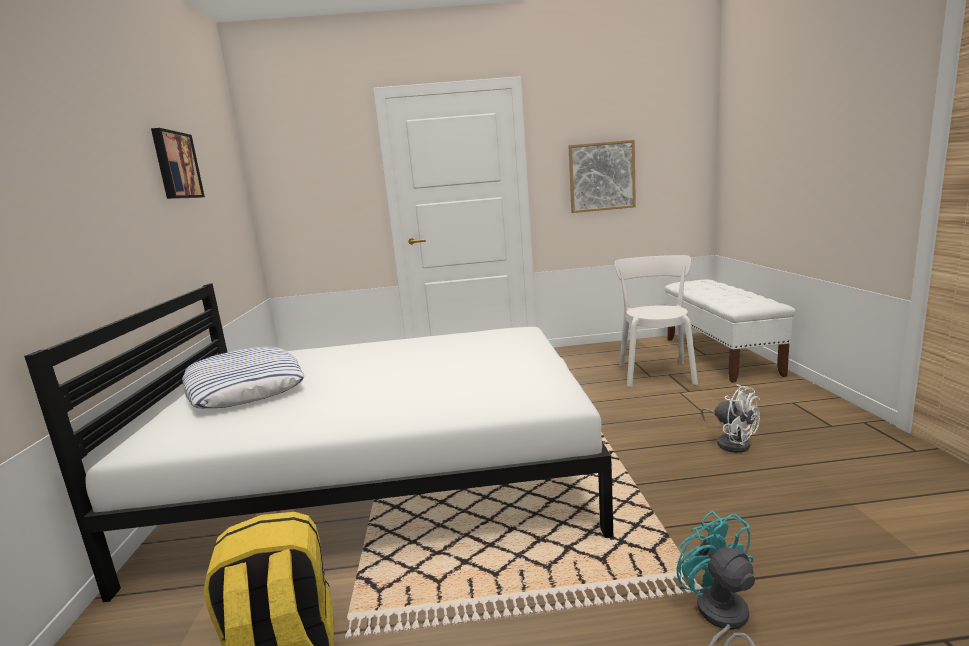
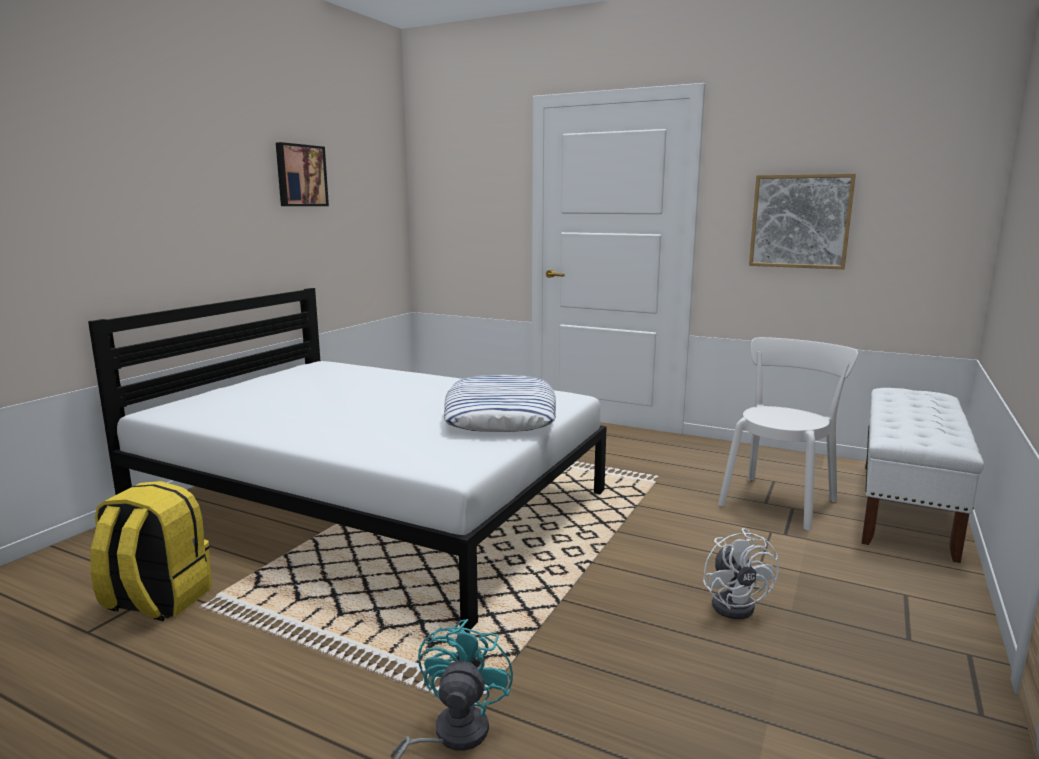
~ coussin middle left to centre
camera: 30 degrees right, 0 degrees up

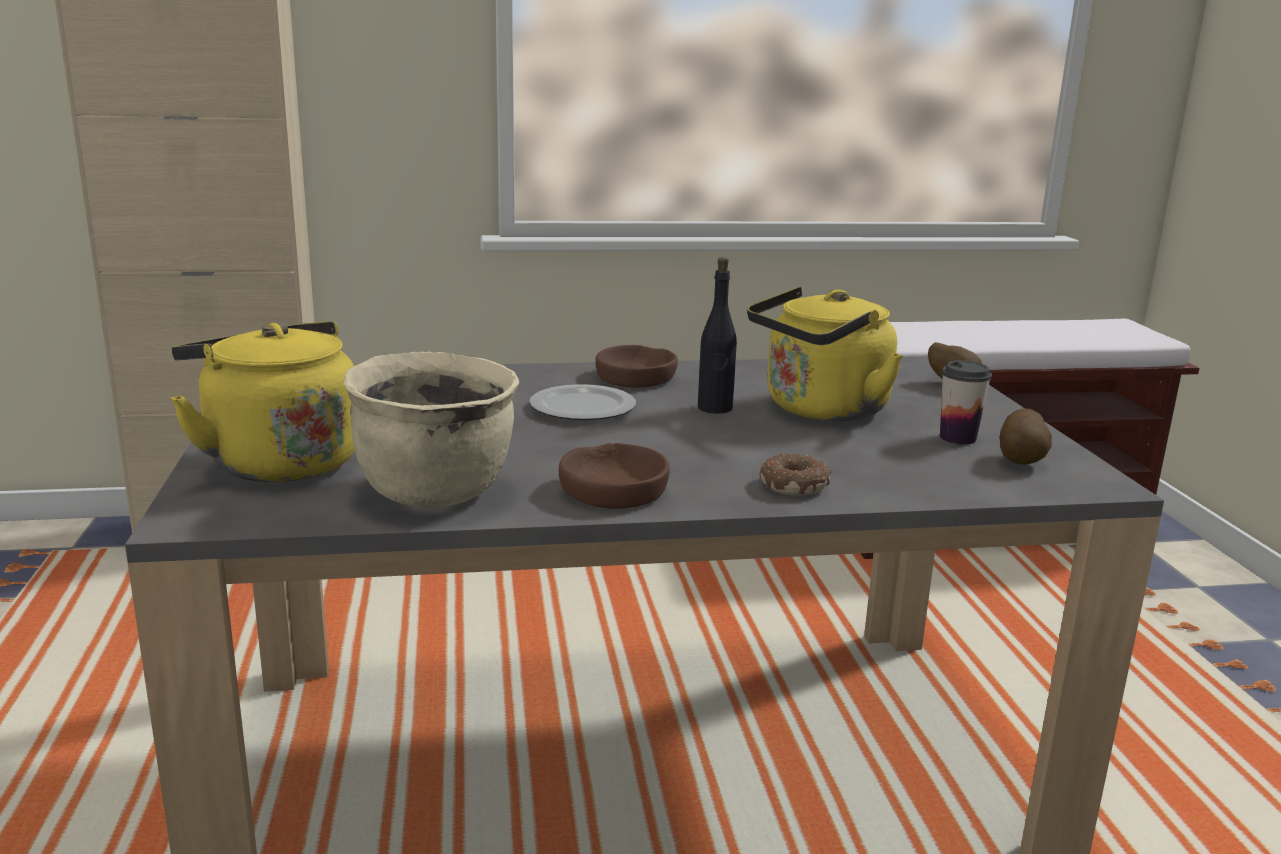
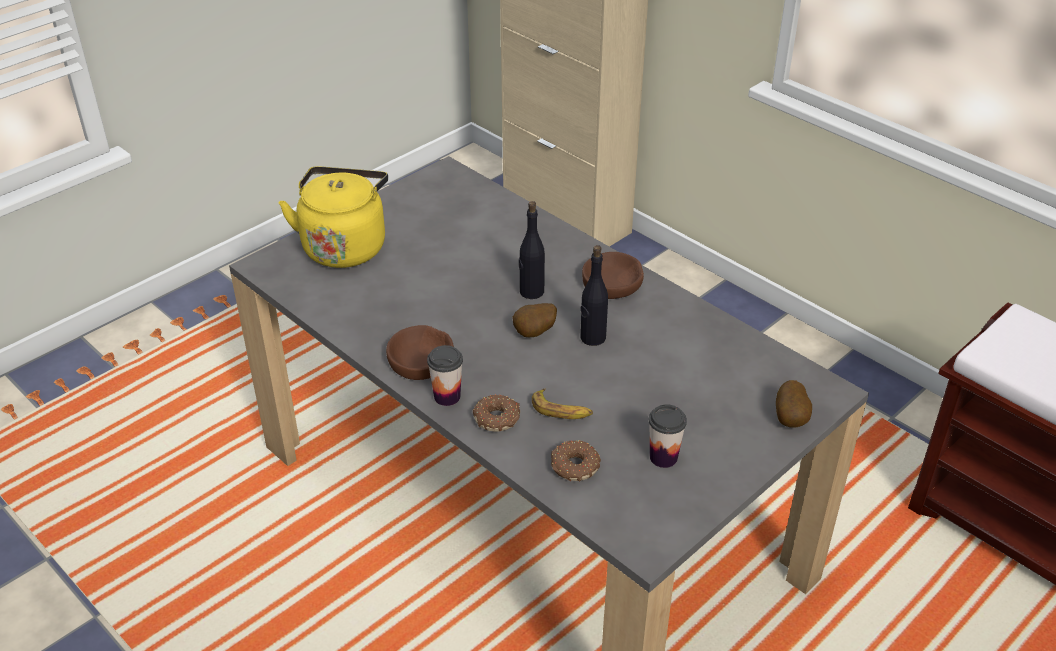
+ tasse (1st from left) centre
~ pomme de terre (2nd from left in the first image) middle right to pomme de terre (1st from left) centre
~ assiette centre to bouteille/noir (1st from left) centre
+ banane centre
+ beignet (2nd from left) bottom centre
- marmite/beige centre
- bouilloire/jaune (2nd from left) centre
camera: 55 degrees right, 20 degrees up

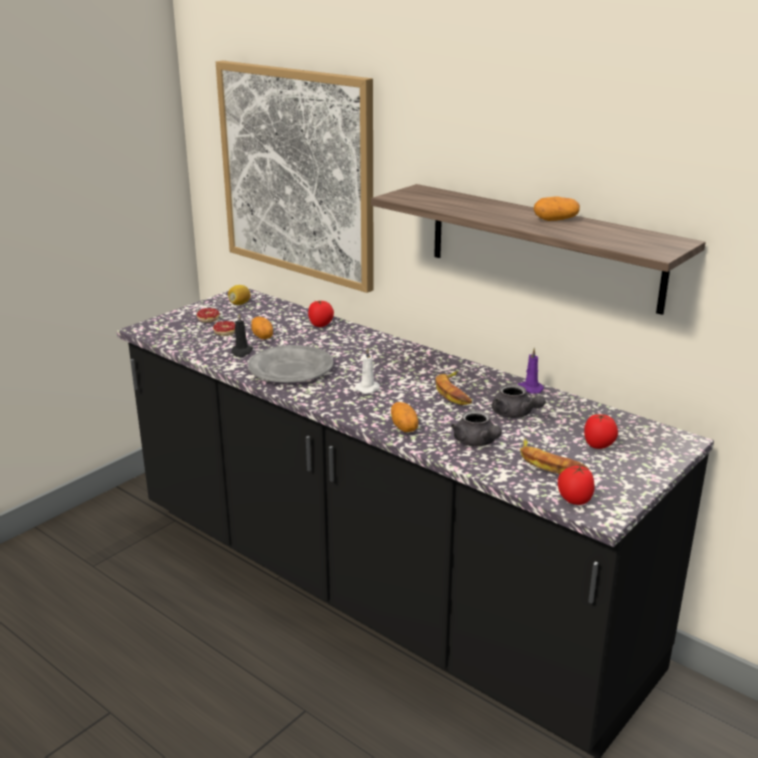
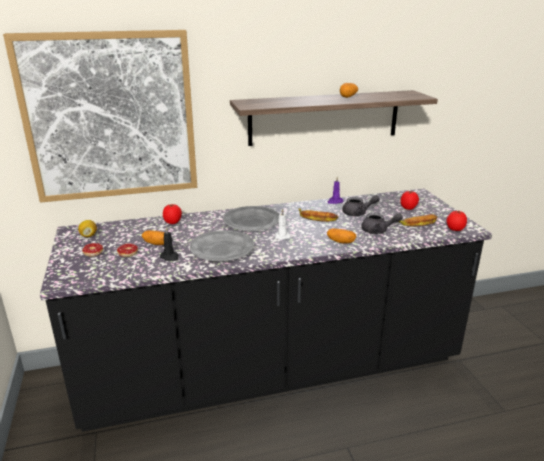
+ assiette/gris (2nd from left) centre
camera: 55 degrees left, 0 degrees up

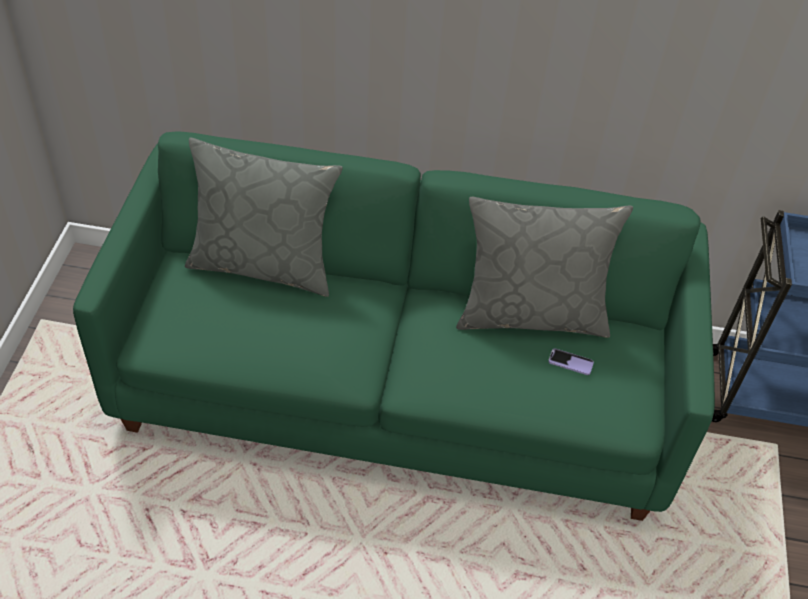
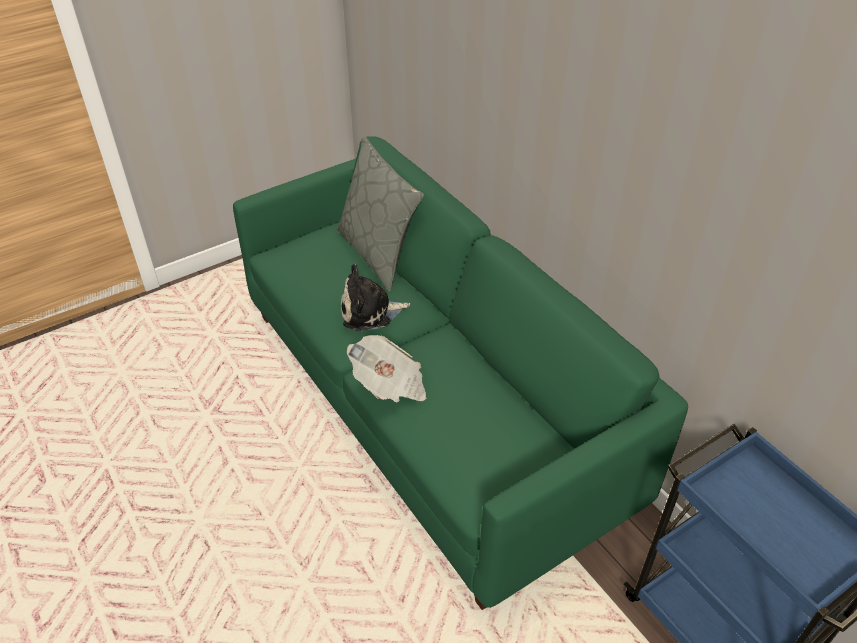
+ peluche centre
+ journal centre
- coussin/gris (2nd from left) middle right
- téléphone middle right
camera: 50 degrees right, 5 degrees down

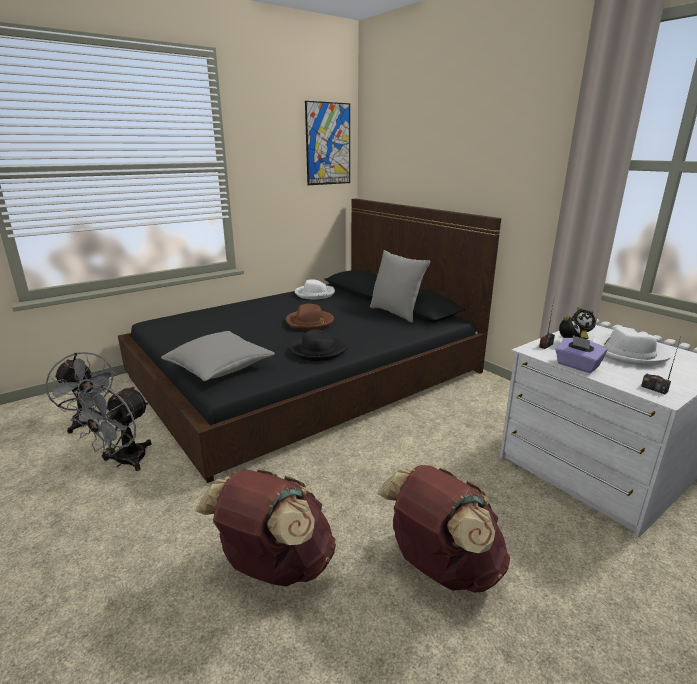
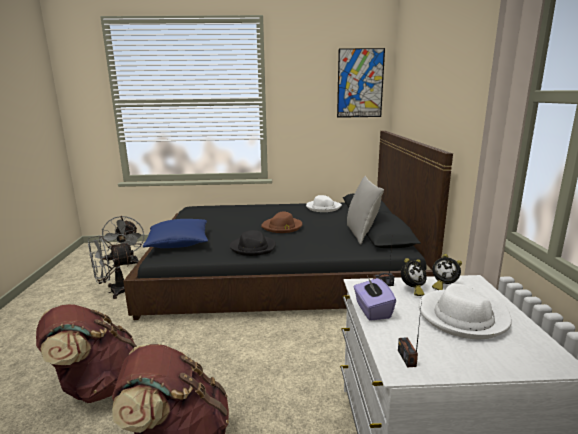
~ coussin/gris (1st from left) middle left to coussin/bleu middle left
camera: 35 degrees right, 5 degrees down

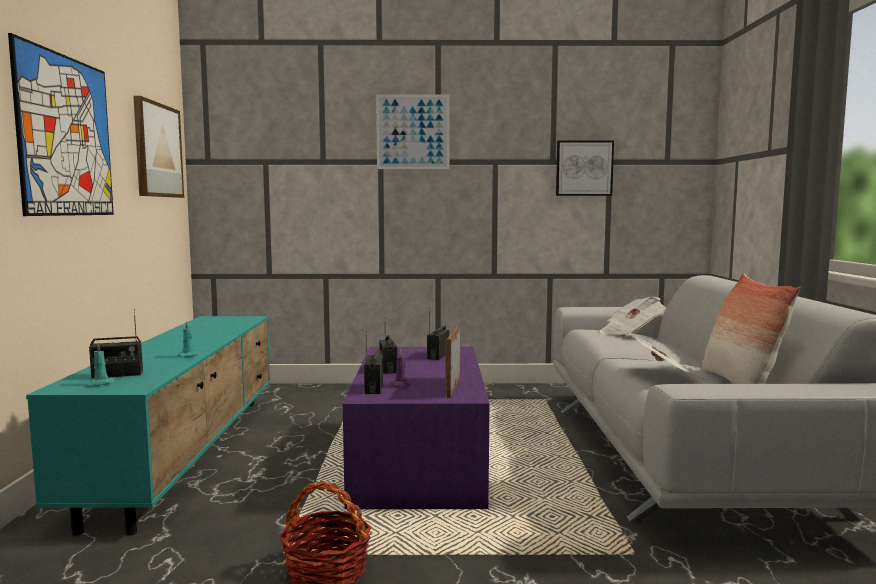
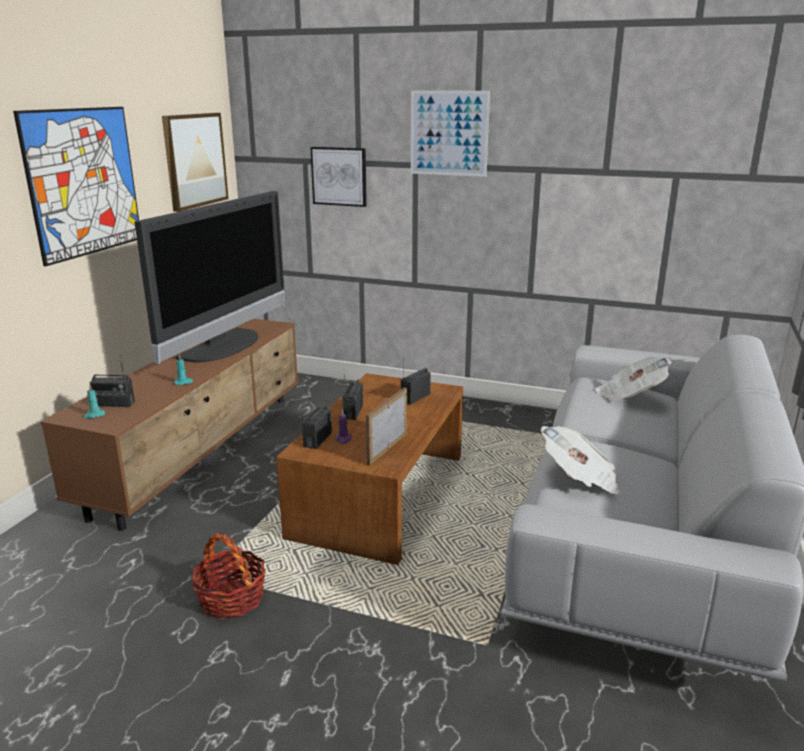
~ meuble télé/turquoise bottom left to meuble télé/marron middle left
+ téléviseur middle left
~ table basse/violet bottom centre to table basse/marron centre
~ tableau (4th from left in the first image) top right to tableau (3rd from left) top centre
- coussin middle right
camera: 20 degrees right, 15 degrees up

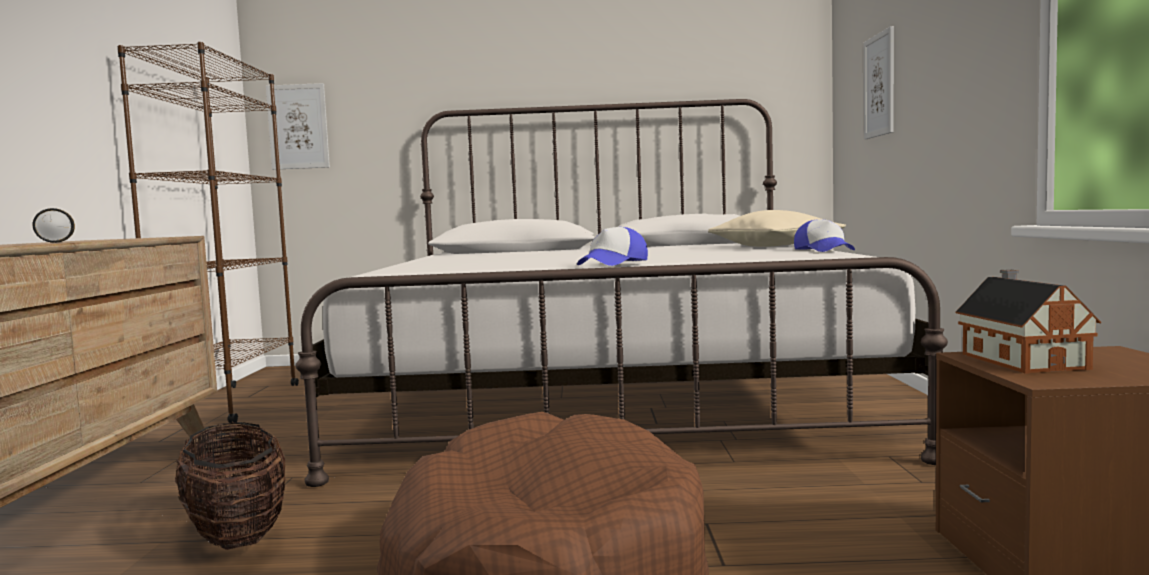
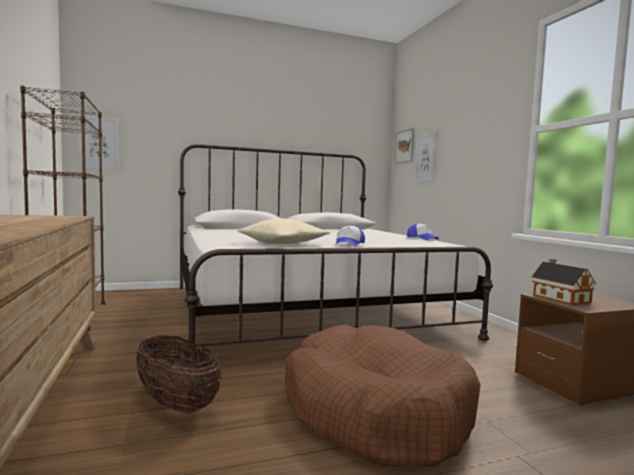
~ coussin/beige middle right to centre
+ tableau (2nd from left) top centre
- lampe de poche middle left
camera: 20 degrees left, 0 degrees up

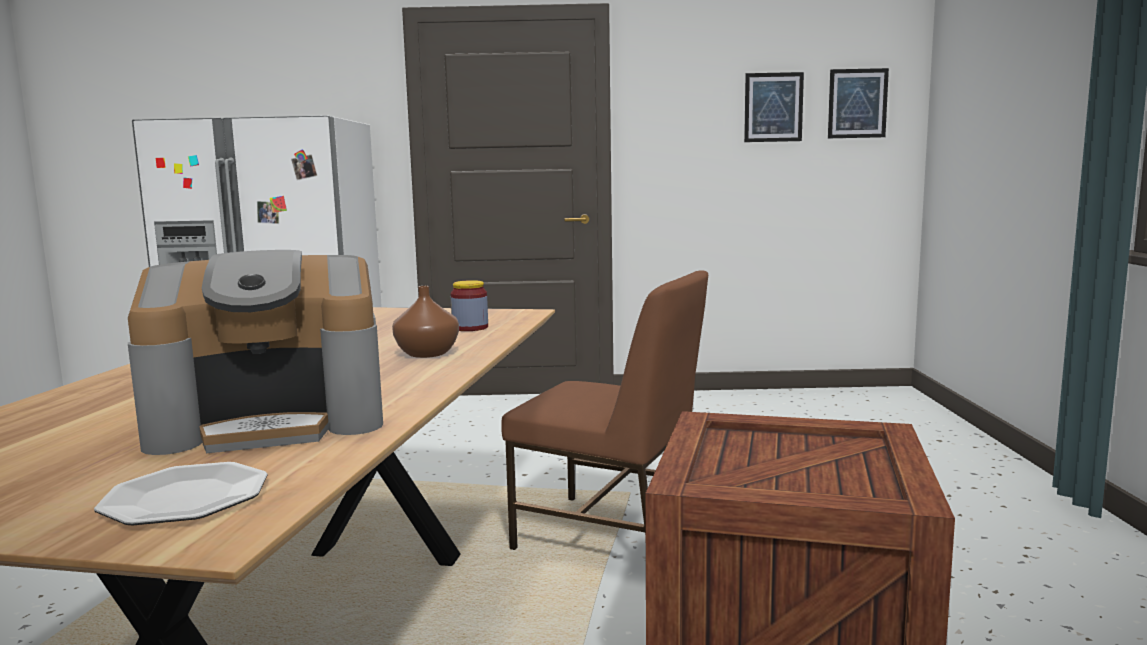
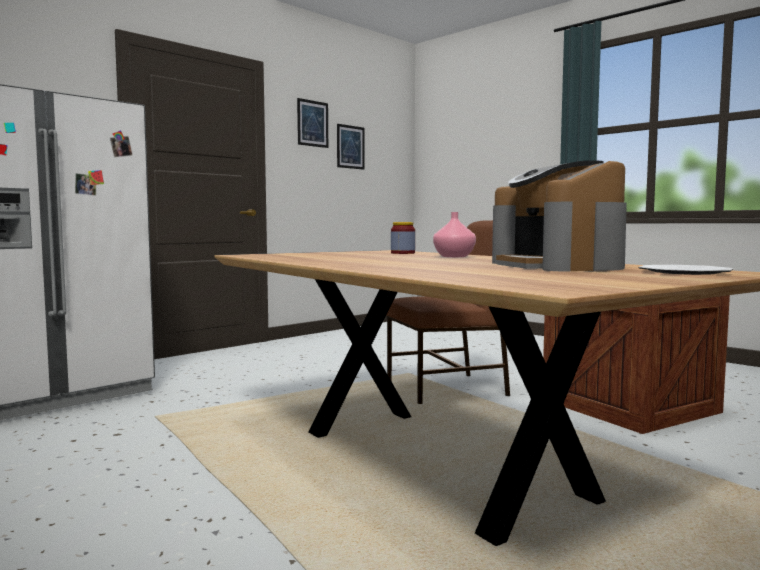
~ tableau (2nd from left in the first image) top right to tableau (1st from left) top centre
~ vase/marron centre to vase/rose centre
~ machine à café middle left = middle right 135 degrees clockwise
camera: 45 degrees left, 5 degrees down

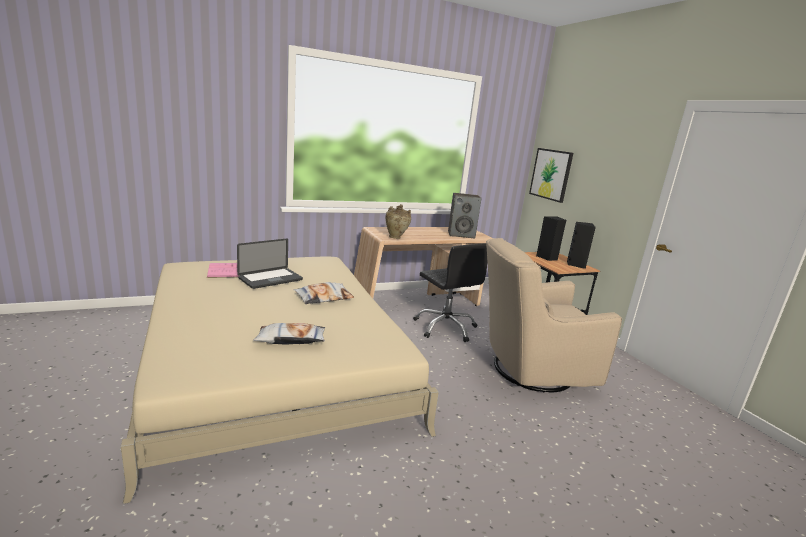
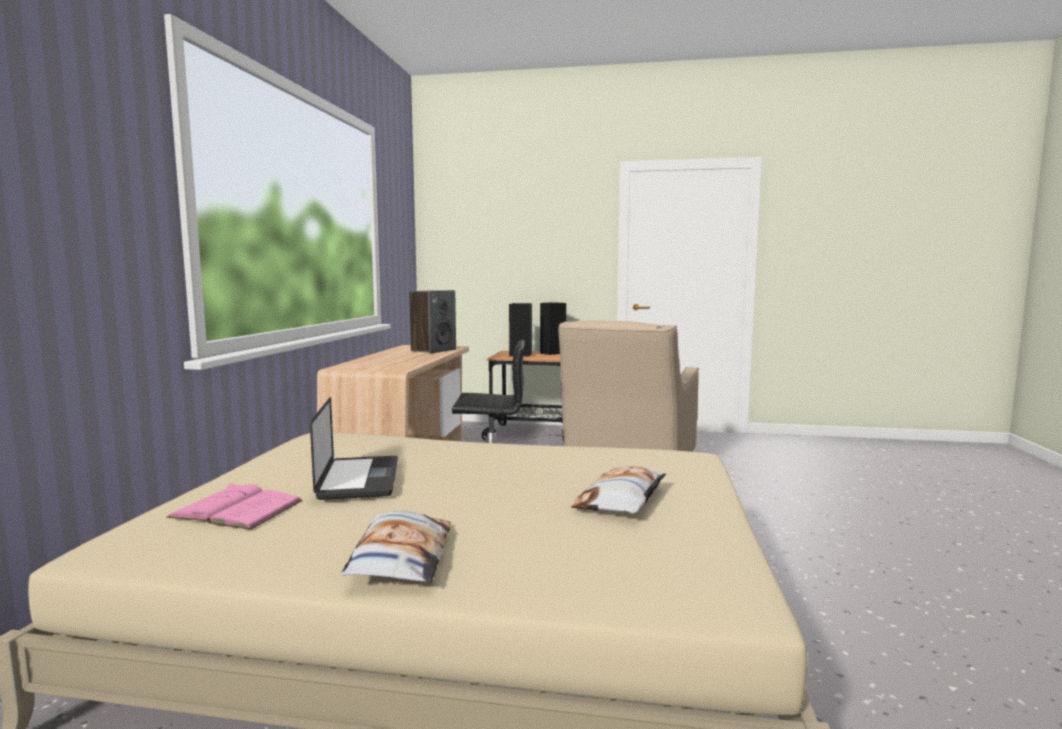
~ coussin (2nd from left in the first image) centre to coussin (1st from left) bottom centre
- vase/beige centre
- tableau top right
camera: 55 degrees left, 10 degrees down

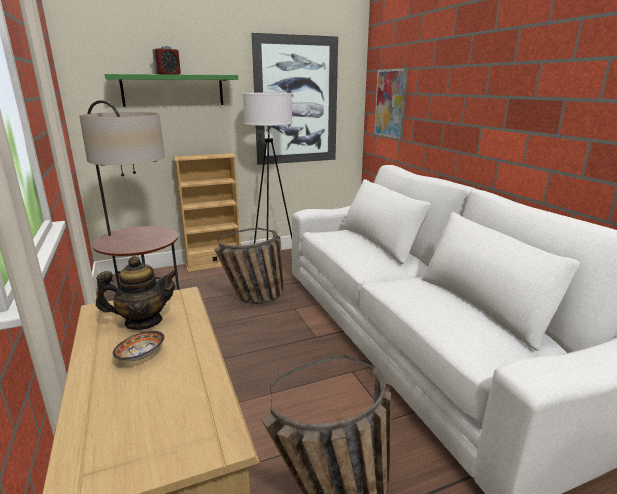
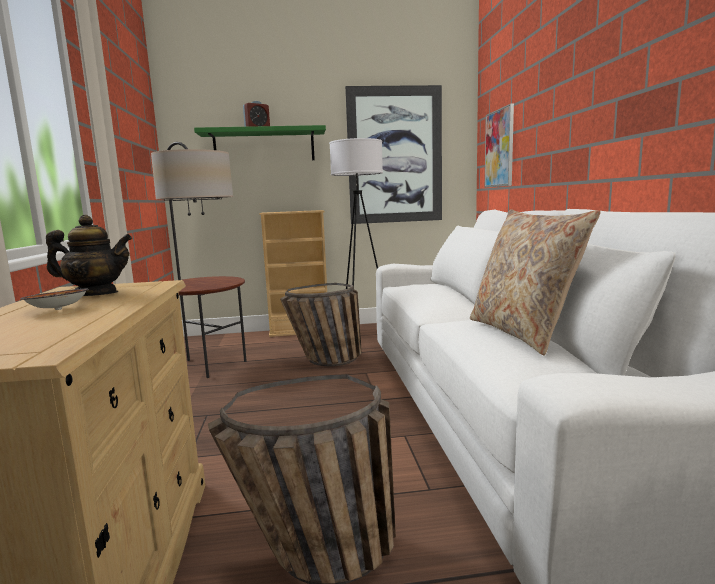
+ coussin/beige middle right
camera: 15 degrees right, 10 degrees down

